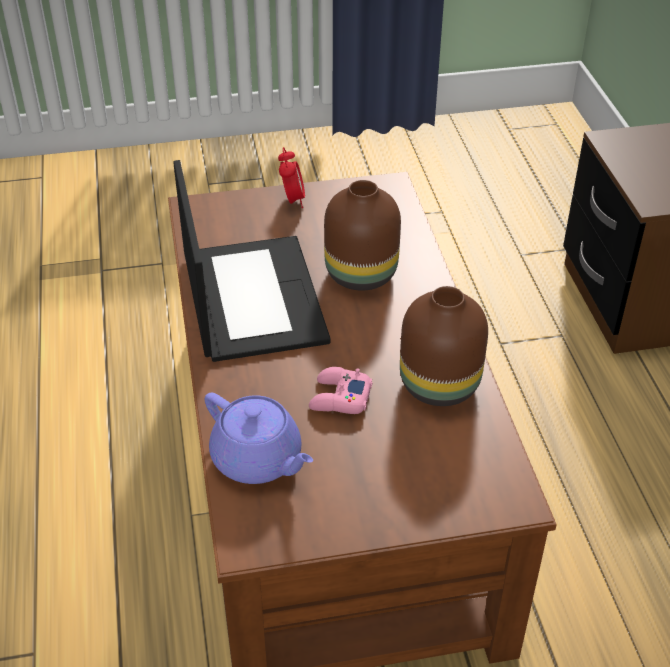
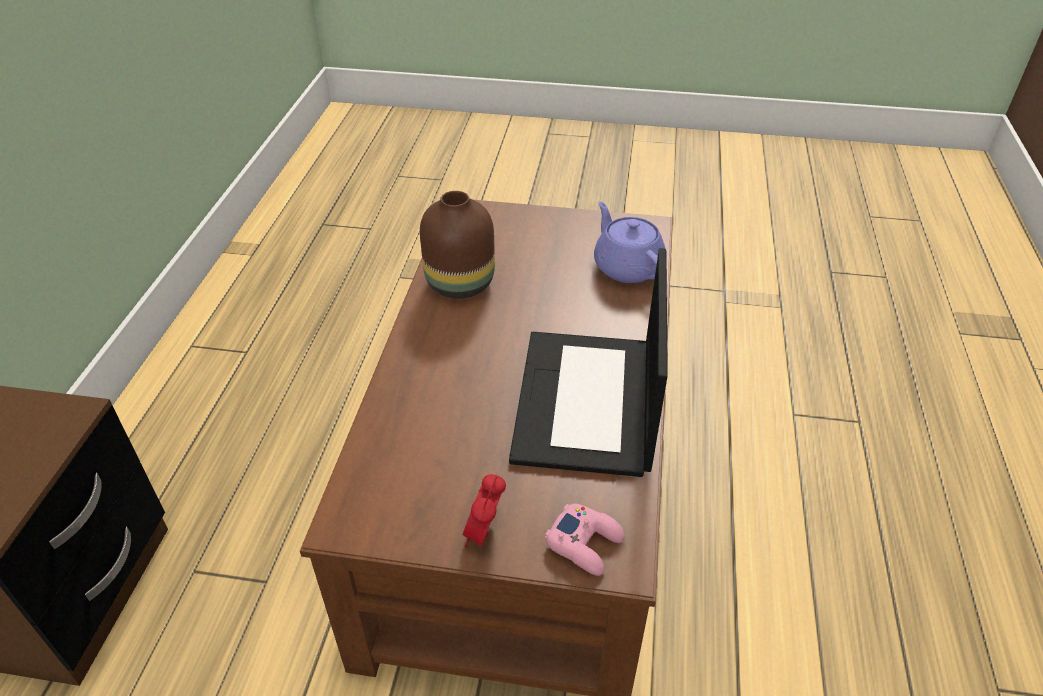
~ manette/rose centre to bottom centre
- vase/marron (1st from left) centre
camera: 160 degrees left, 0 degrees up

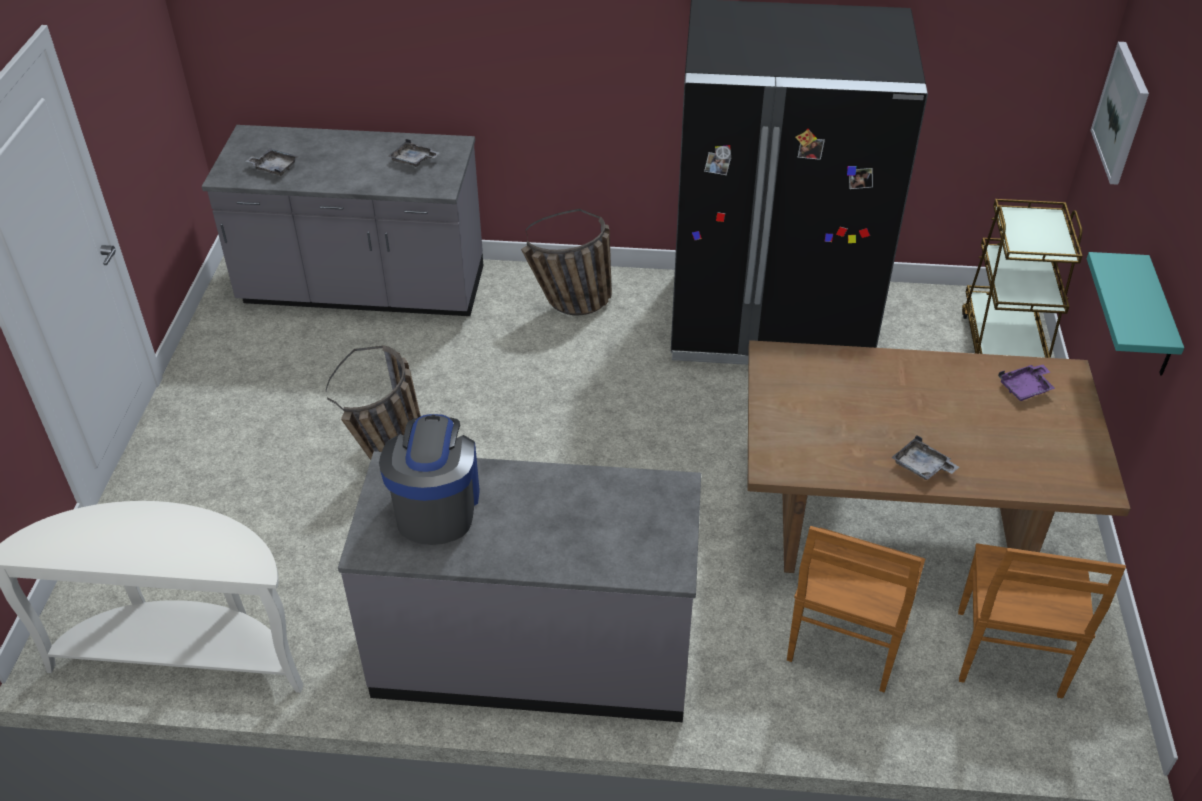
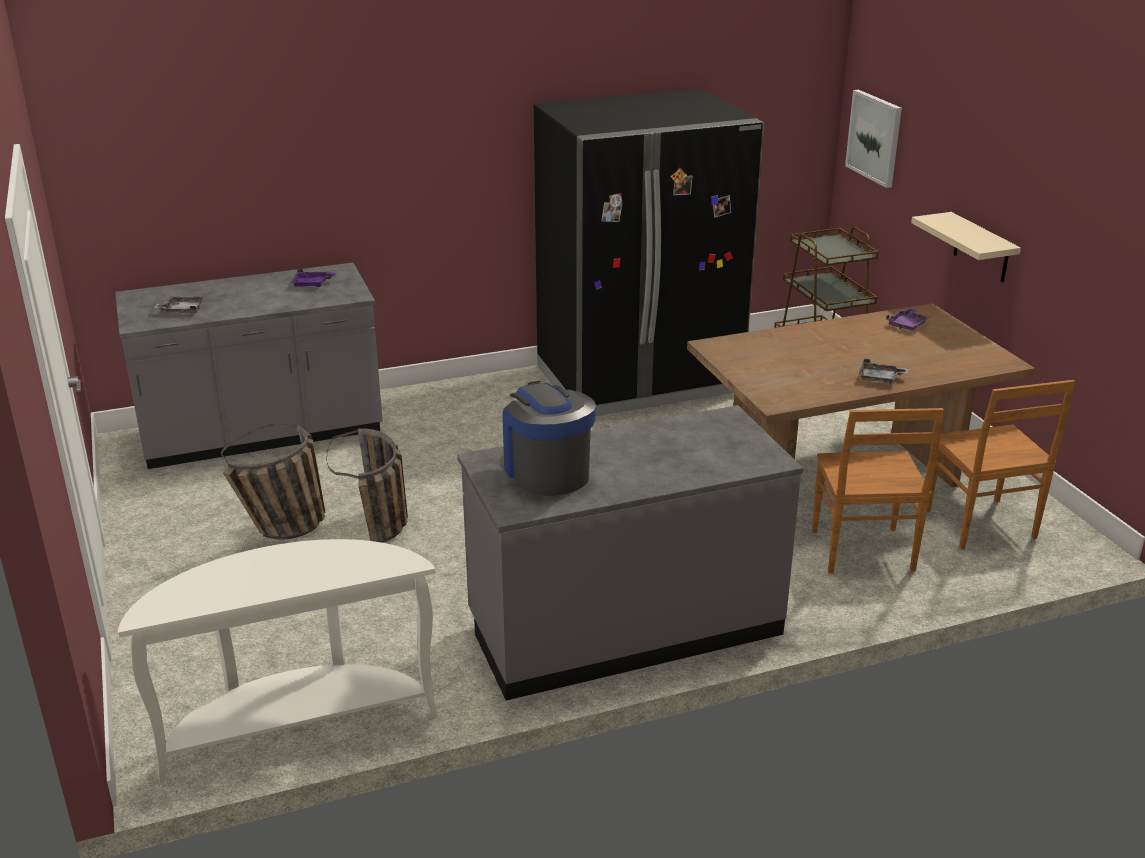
~ panier (2nd from left in the first image) top centre to panier (1st from left) middle left
~ plateau/gris (2nd from left) top centre to plateau/violet (1st from left) top left
~ étagère/turquoise middle right to étagère/beige top right
camera: 25 degrees left, 15 degrees down

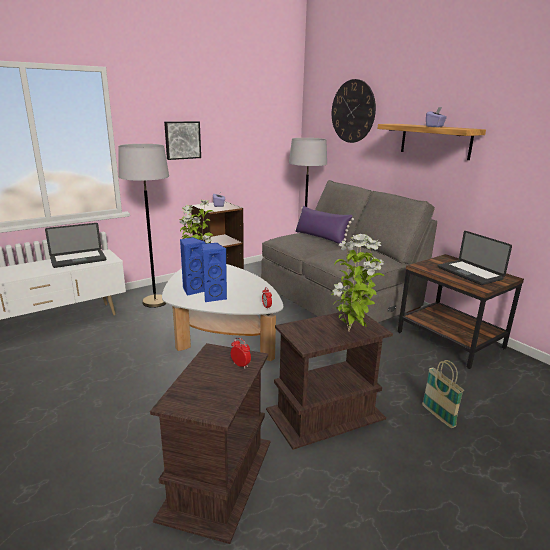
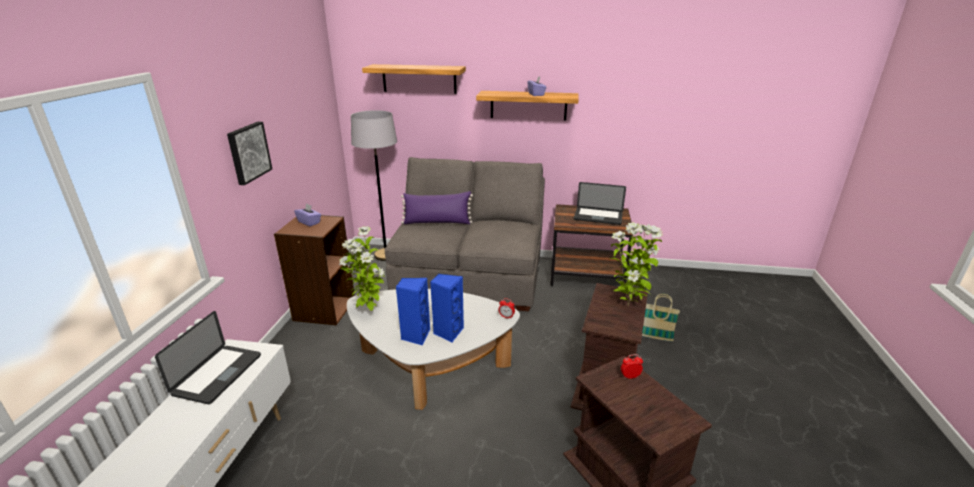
~ horloge murale top centre to étagère (1st from left) top centre
- lampadaire/gris (1st from left) middle left
camera: 45 degrees left, 5 degrees up

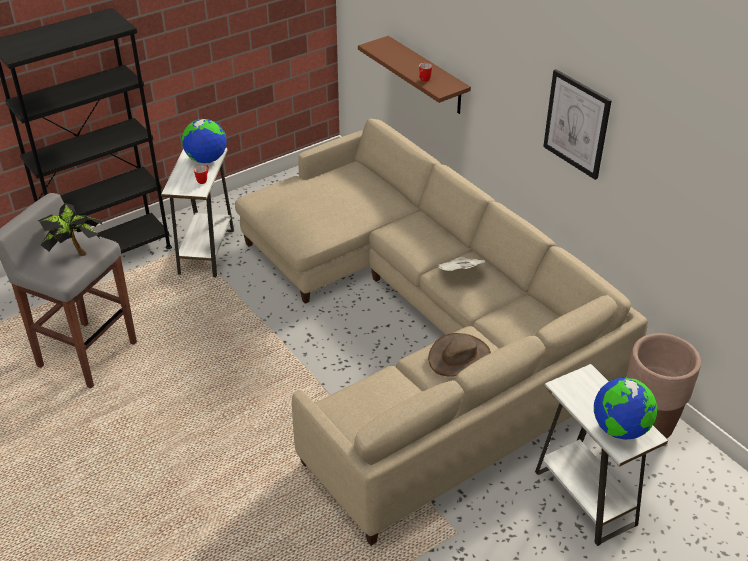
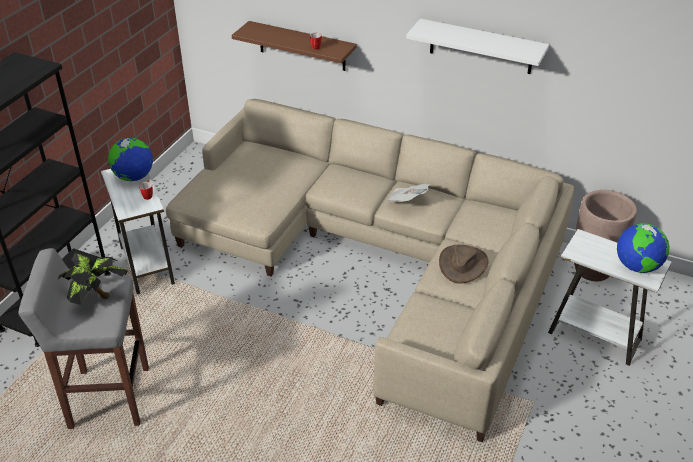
~ tableau top right to étagère/blanc top right
camera: 30 degrees left, 0 degrees up

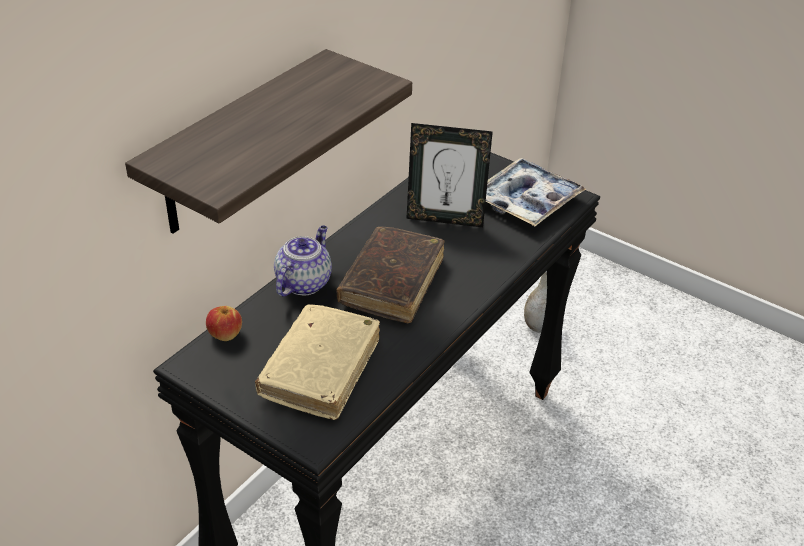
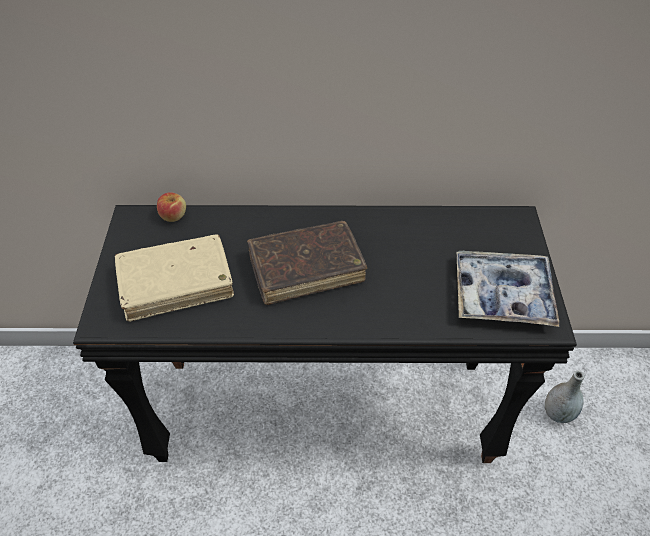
- étagère top centre
- théière centre
- cadre photo top centre
camera: 55 degrees right, 10 degrees up

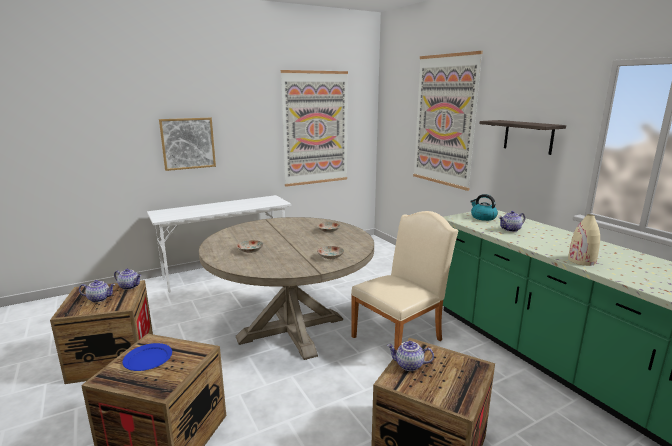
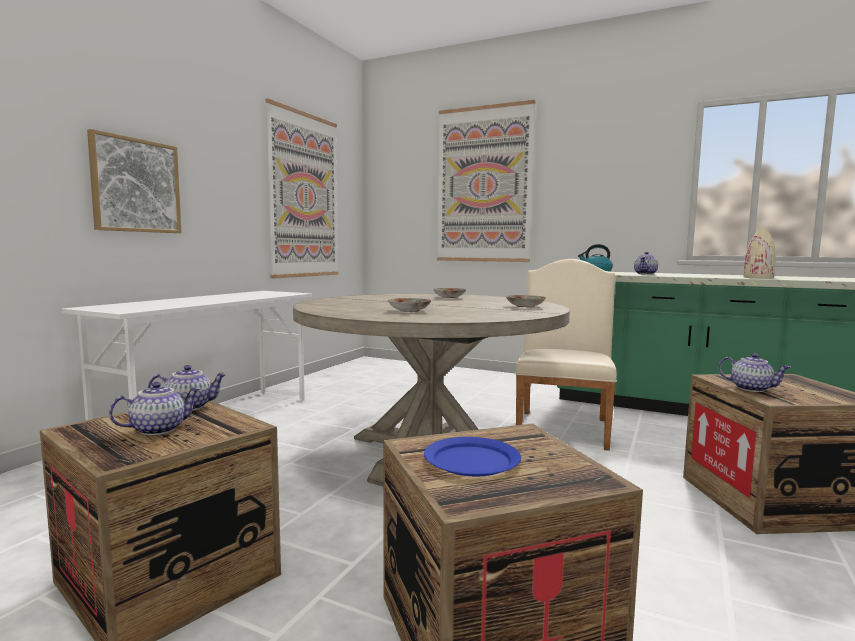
~ théière (3rd from left in the first image) bottom centre = middle right 120 degrees counterclockwise
- étagère top right
camera: 35 degrees left, 10 degrees down

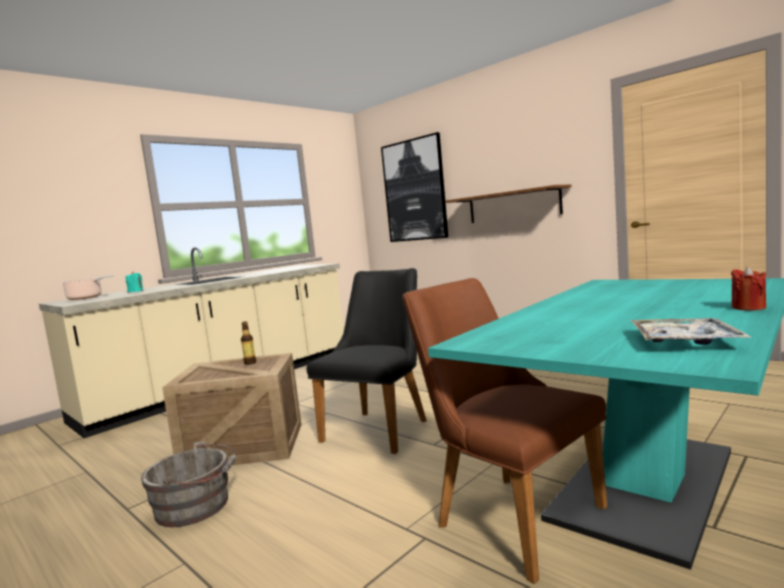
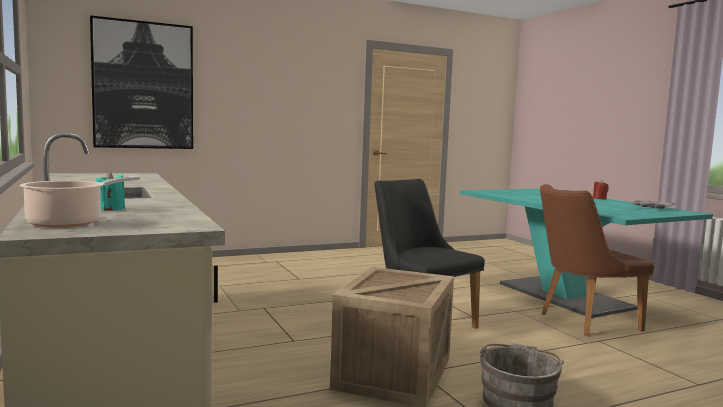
- bouteille middle left
- étagère/marron centre
camera: 70 degrees left, 0 degrees up

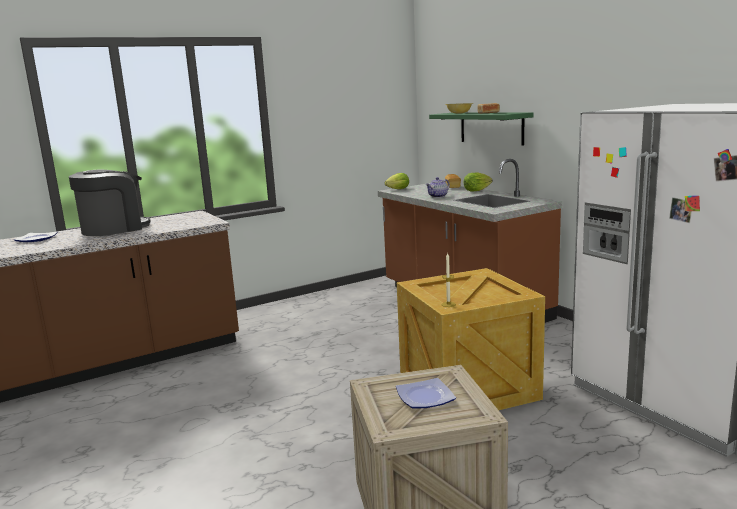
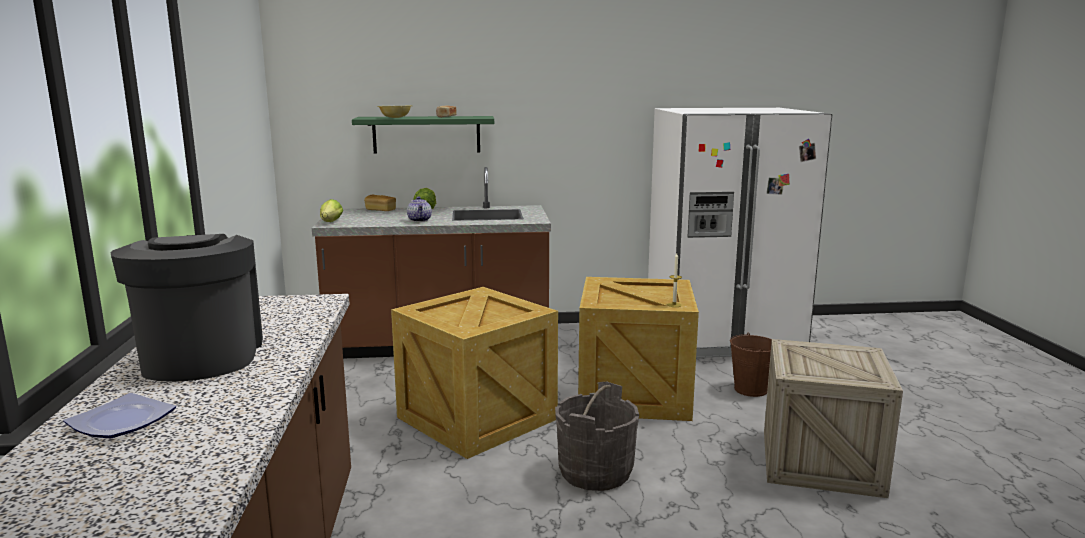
+ caisse (1st from left) bottom centre
+ seau/gris bottom centre
+ seau/marron bottom right
- assiette (2nd from left) bottom centre
camera: 65 degrees left, 0 degrees up

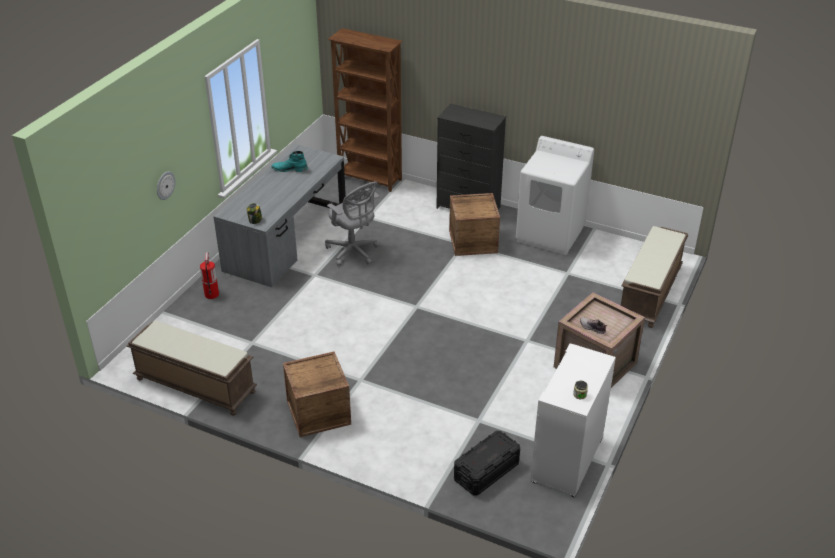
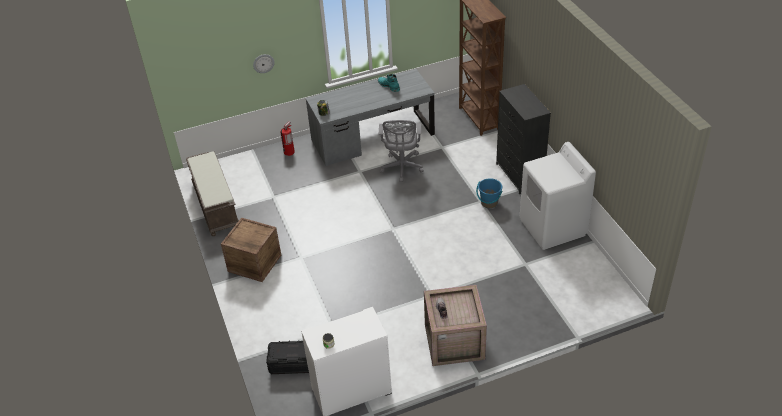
~ caisse (2nd from left) centre to seau/bleu centre
- banc/marron (2nd from left) middle right
camera: 45 degrees right, 5 degrees up

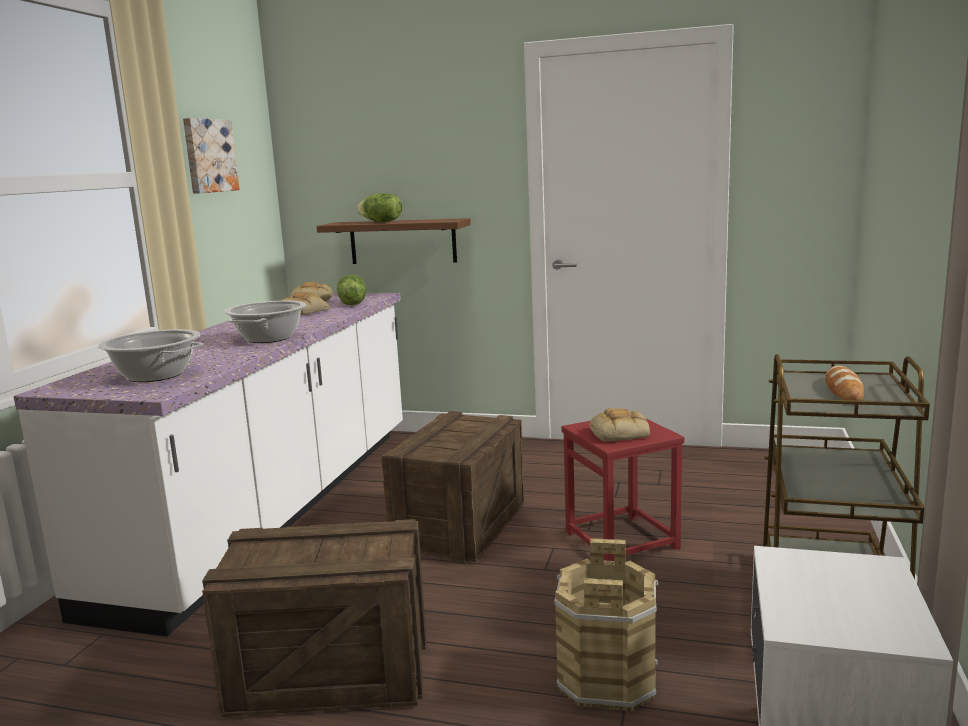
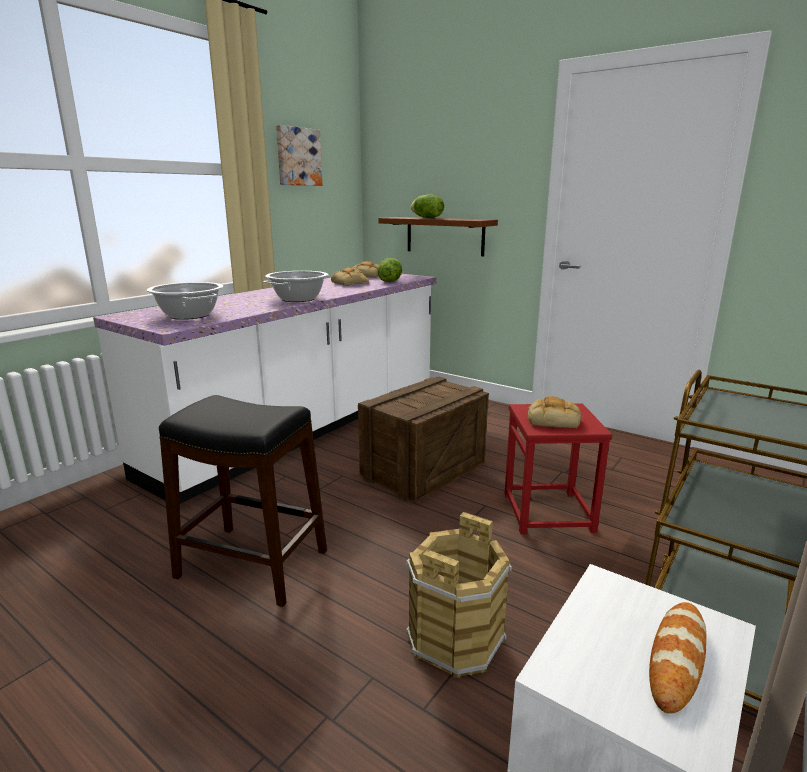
~ caisse (1st from left) bottom left to tabouret/noir middle left
~ pain (4th from left) middle right to bottom right
camera: 20 degrees right, 5 degrees up

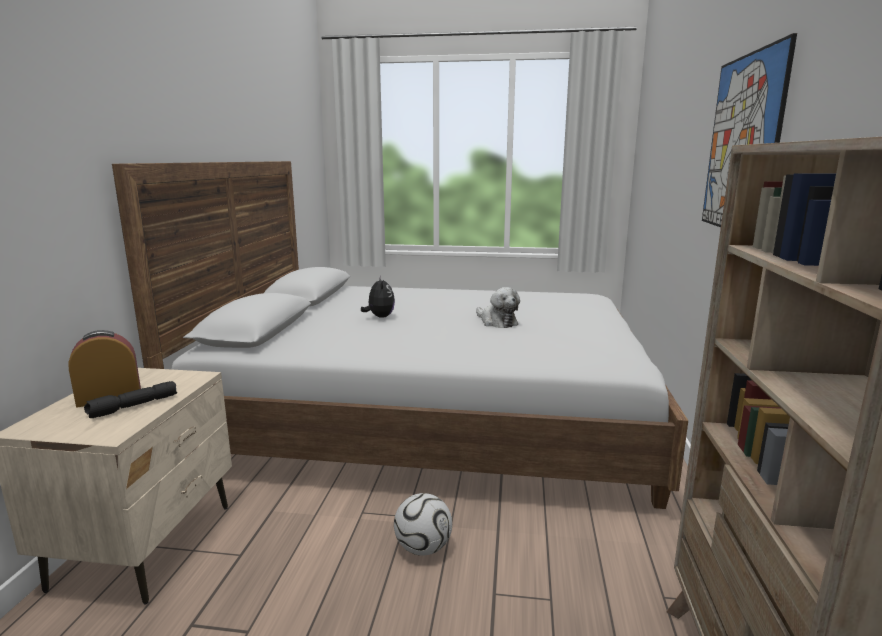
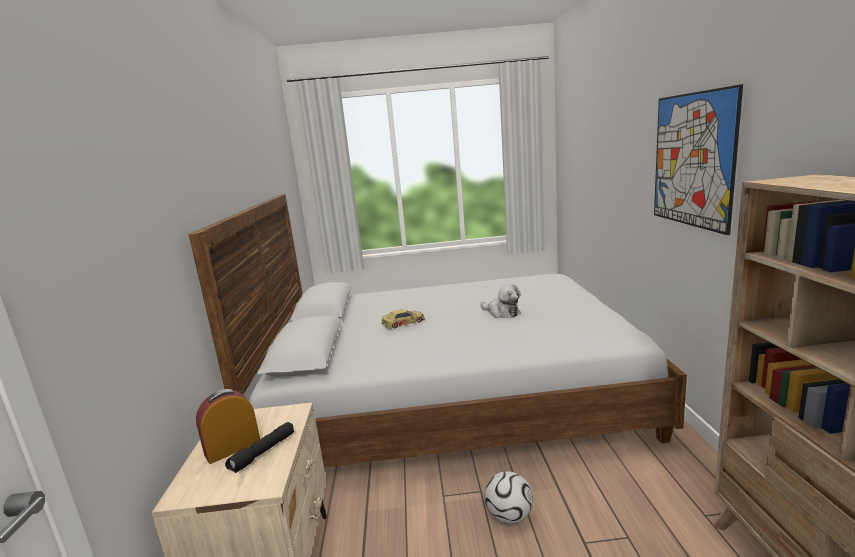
~ peluche (1st from left) centre to petite voiture centre
camera: 10 degrees left, 0 degrees up

